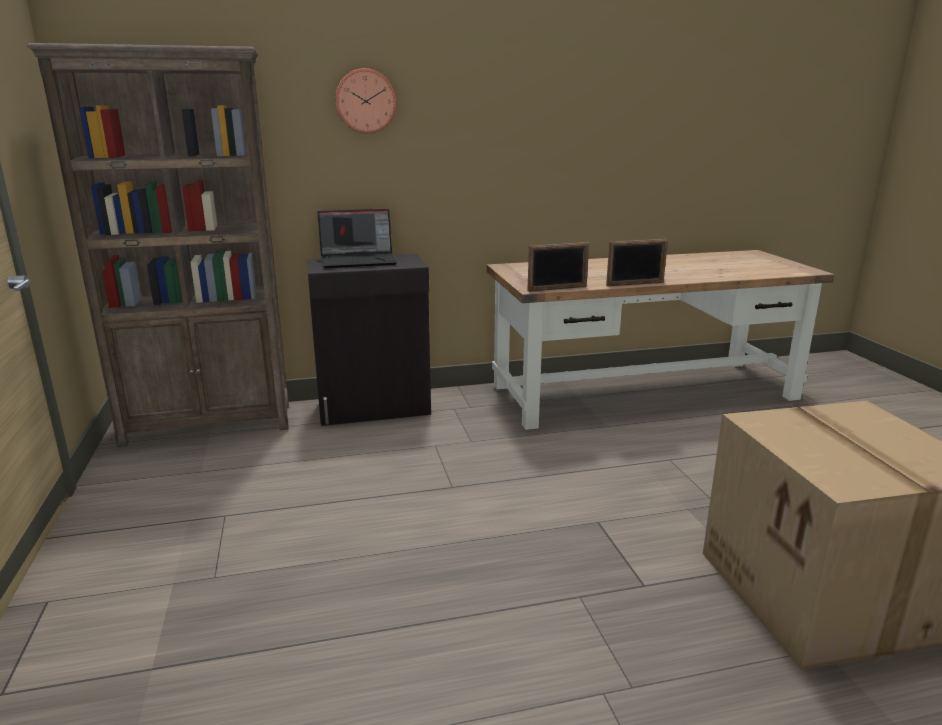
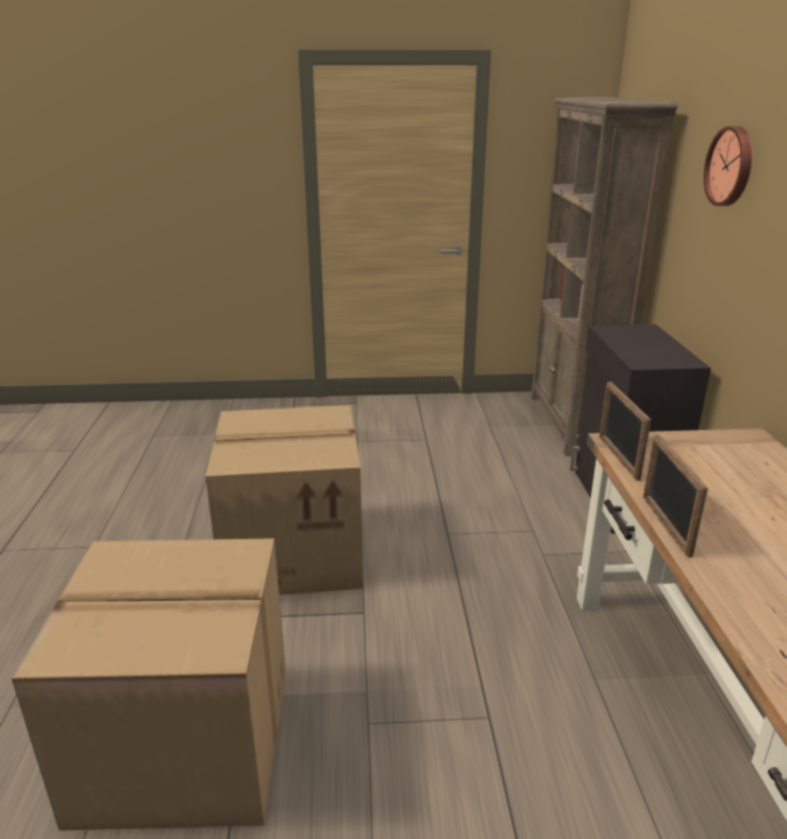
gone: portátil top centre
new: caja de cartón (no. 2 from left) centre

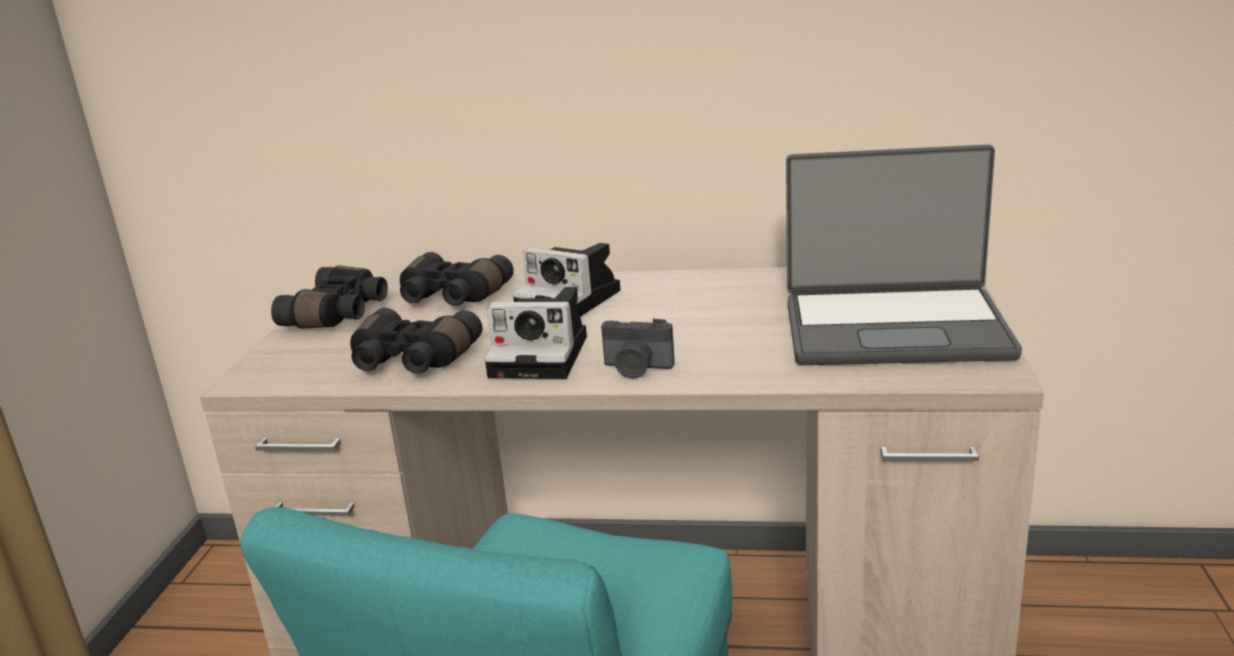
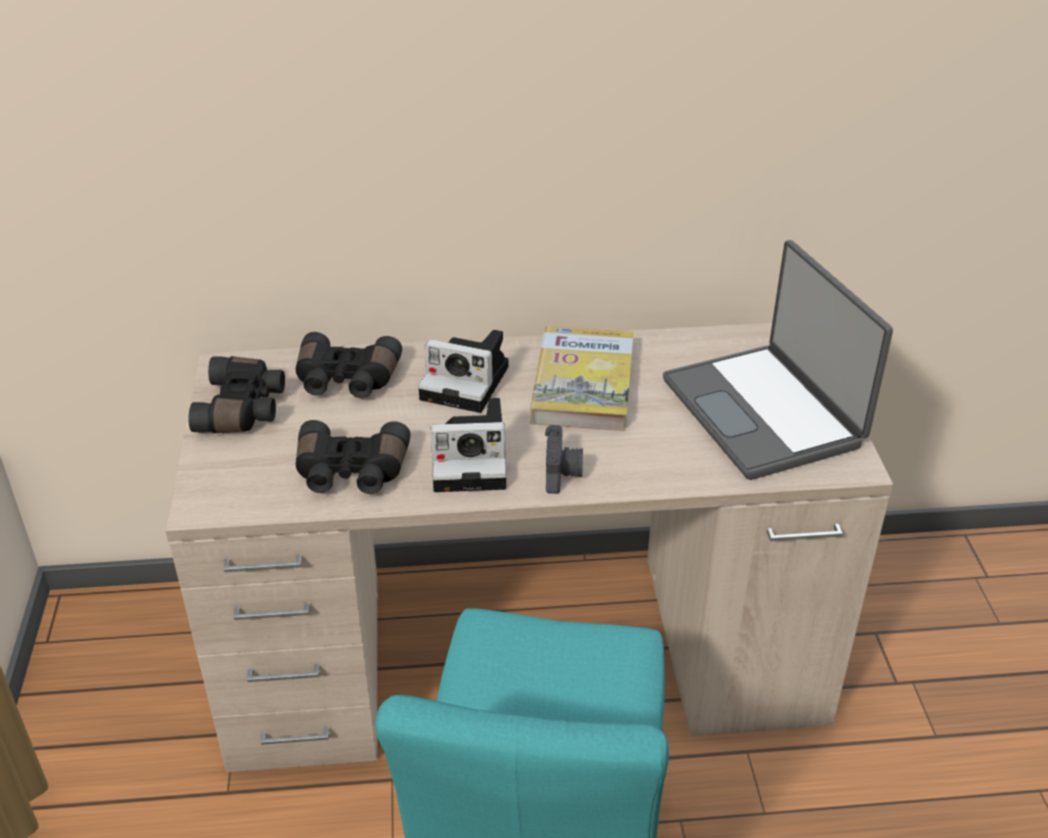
new: libro centre
rotated: portátil middle right = middle right 75 degrees clockwise; cámara (no. 3 from left) centre = centre 90 degrees counterclockwise

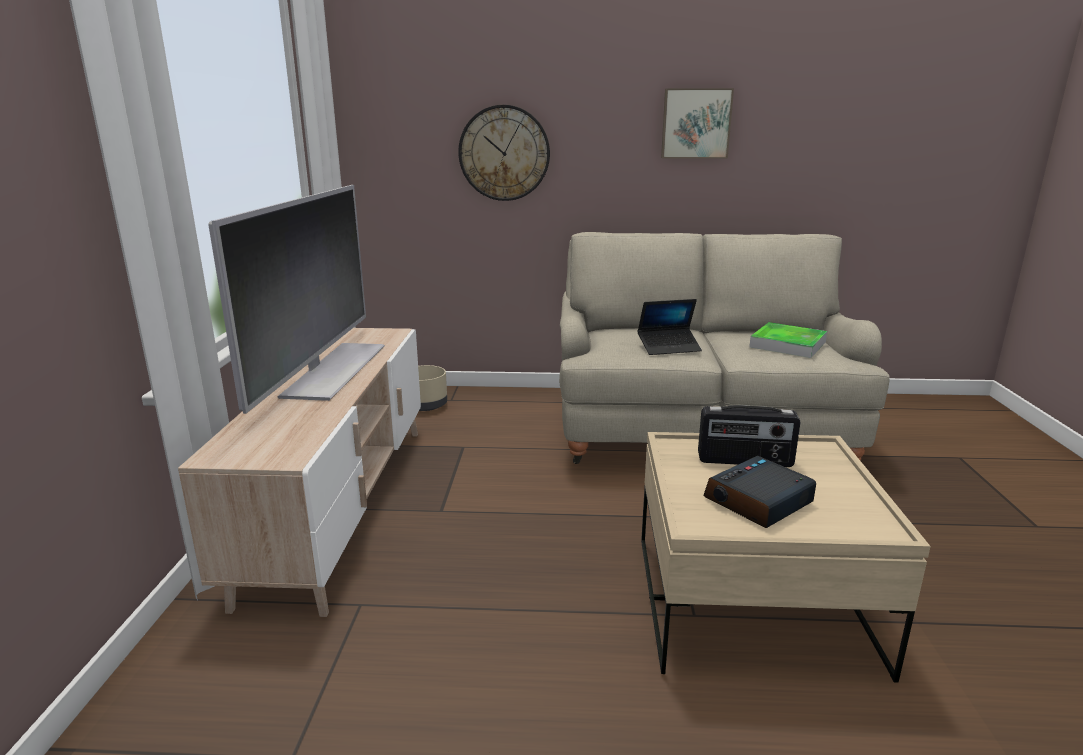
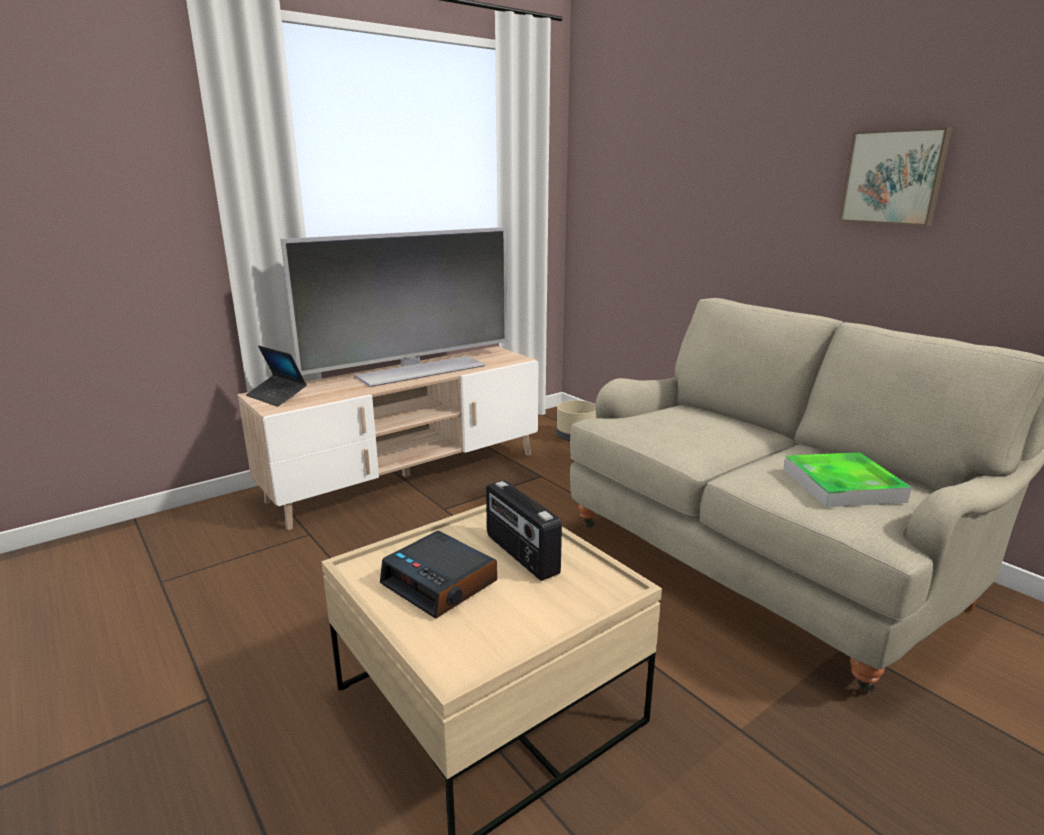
gone: reloj de pared top centre
shifted: portátil centre to middle left
rotated: despertador middle right = bottom centre 150 degrees counterclockwise

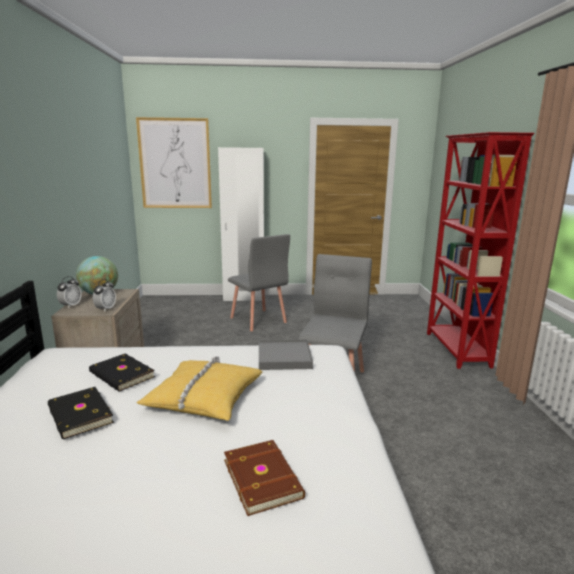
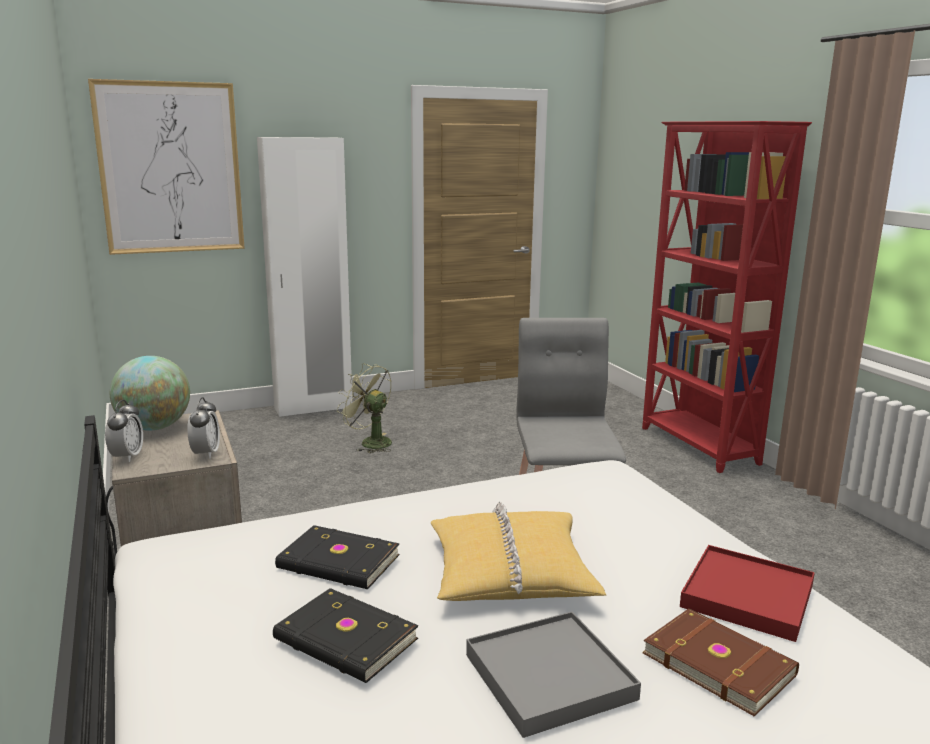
new: bandeja [rojo] bottom right
shifted: bandeja [gris] centre to bottom centre
swapped: silla [gris] (no. 1 from left) centre to ventilador [verde] centre

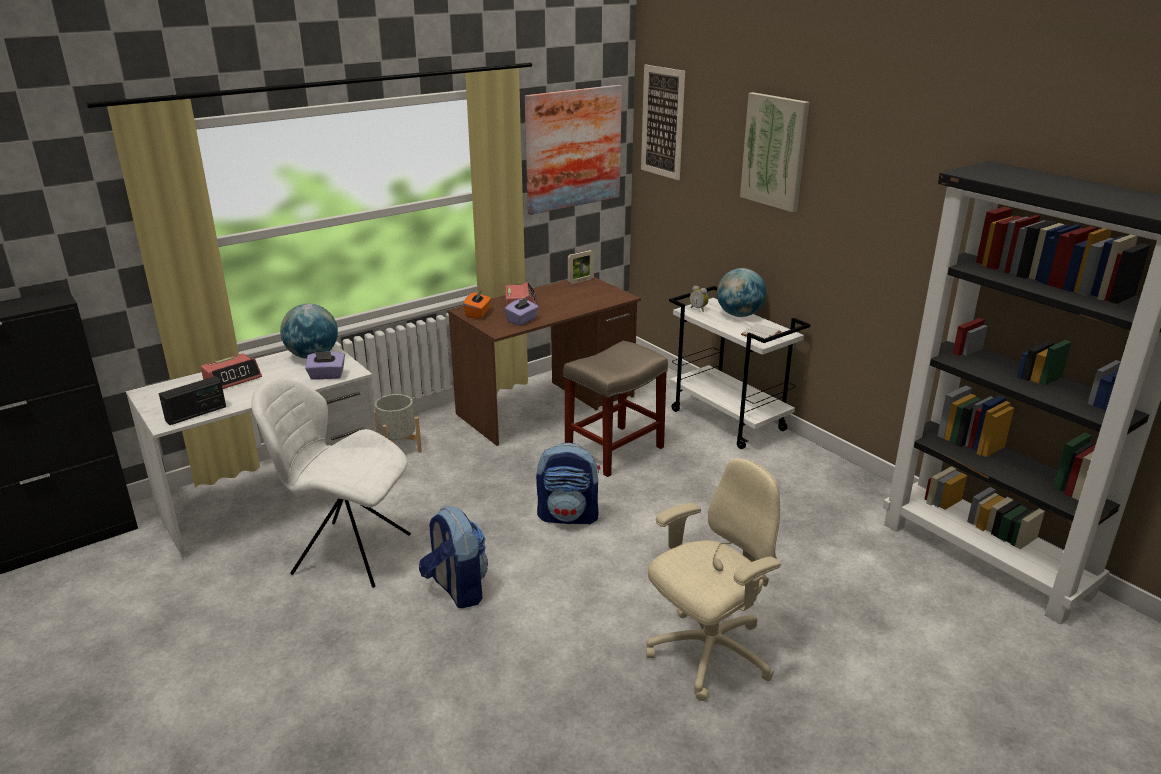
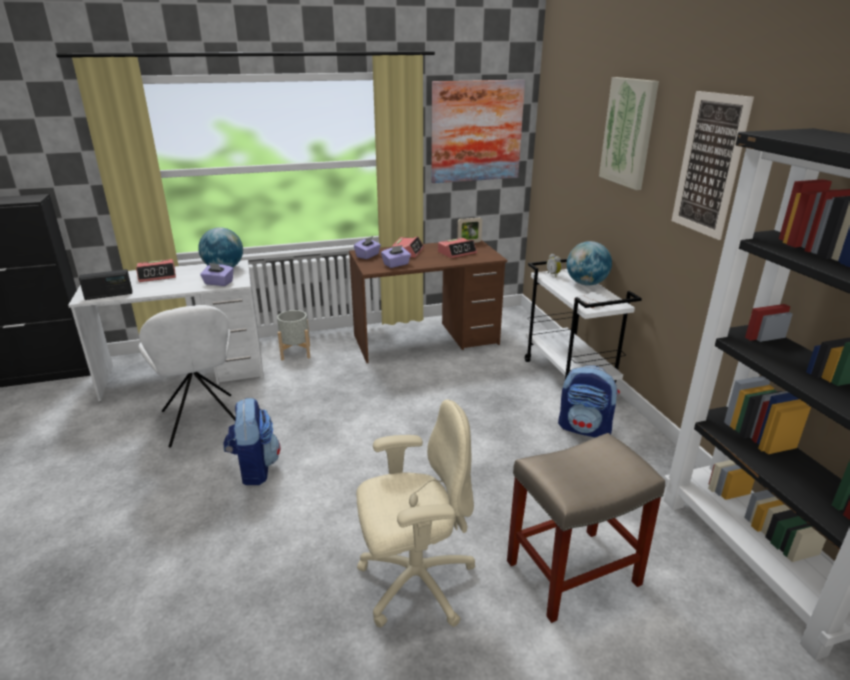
new: despertador (no. 3 from left) centre
shifted: cuadro (no. 2 from left in the first image) top centre to cuadro (no. 3 from left) top right; taburete [beis] centre to bottom right; mochila (no. 2 from left) centre to middle right
repainted: caja de pañuelos [naranja] centre to caja de pañuelos [morado] (no. 2 from left) centre
rotated: silla [blanco] middle left = middle left 150 degrees counterclockwise

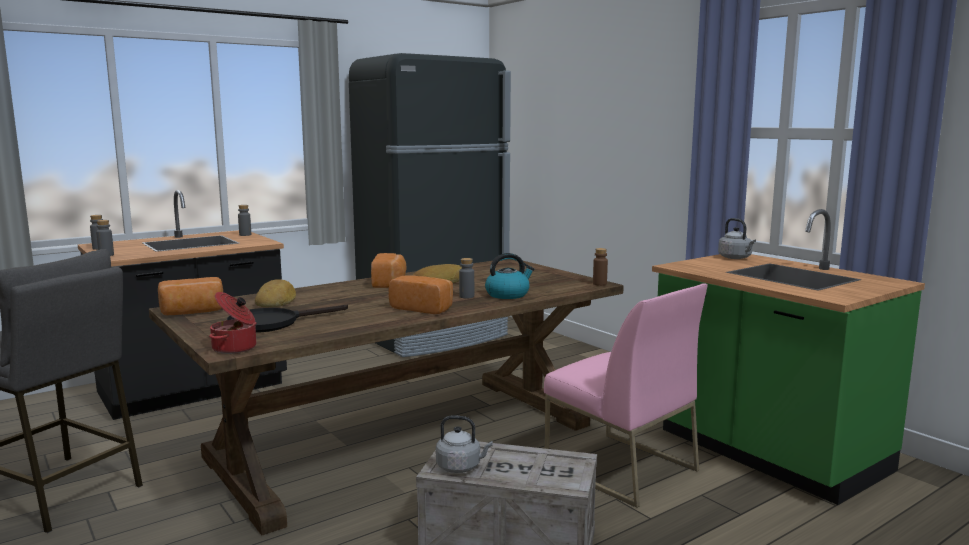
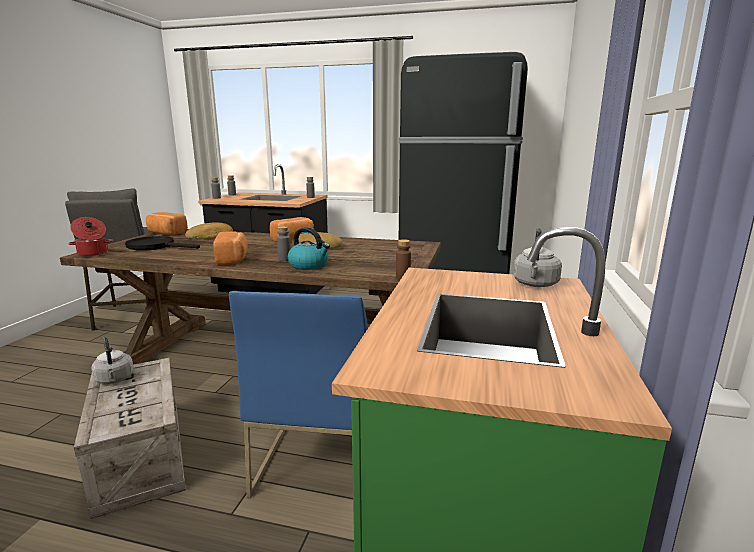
repainted: silla [rosa] bottom centre to silla [azul] bottom centre

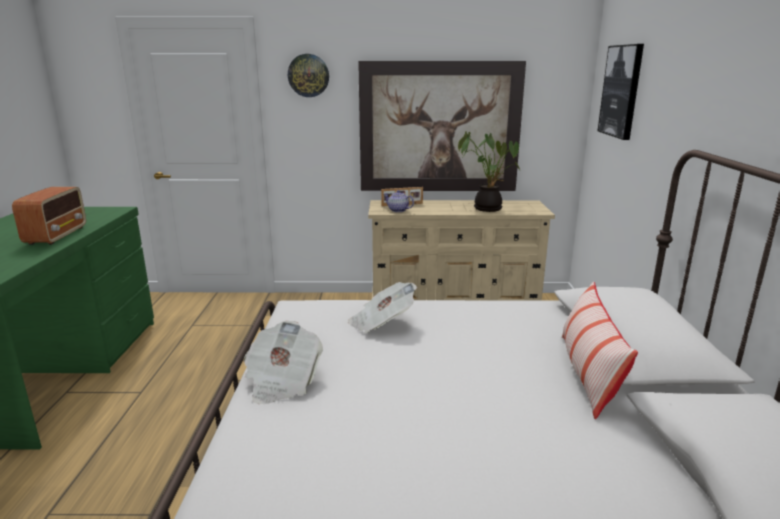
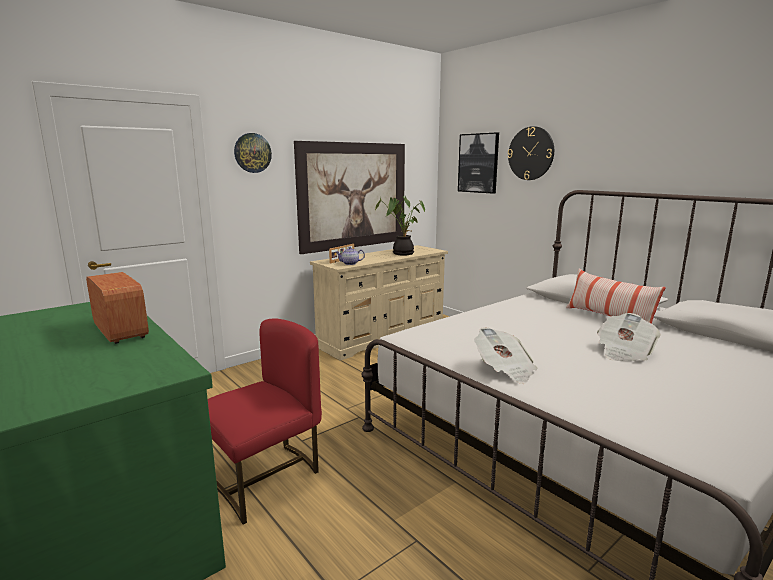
new: reloj de pared (no. 2 from left) top right; silla [rojo] bottom centre
shifted: periódico (no. 2 from left) centre to middle right

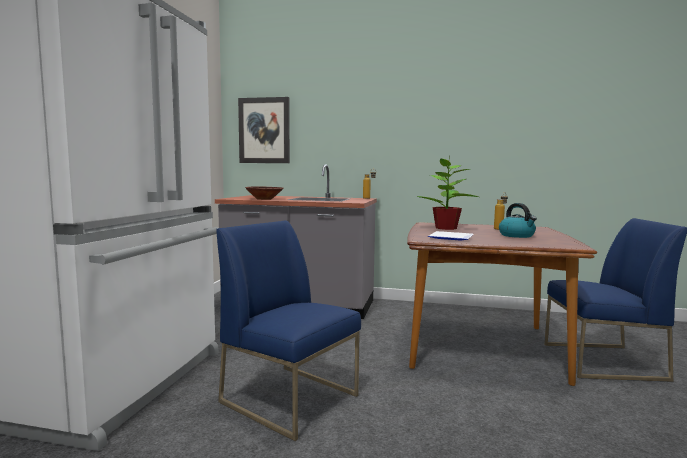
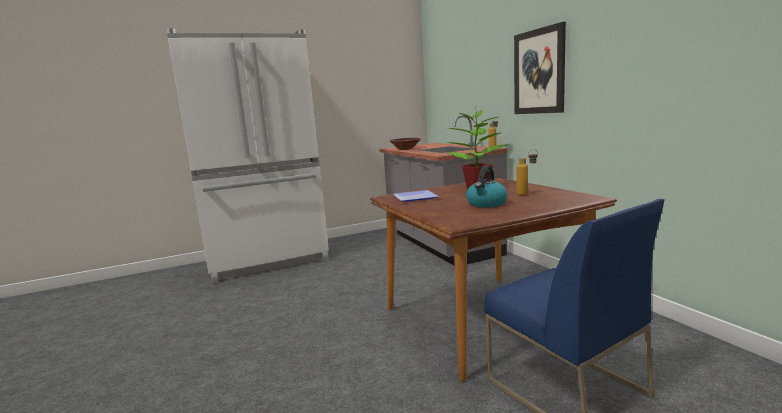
gone: silla [azul] (no. 1 from left) bottom centre
shifted: cuadro top centre to top right

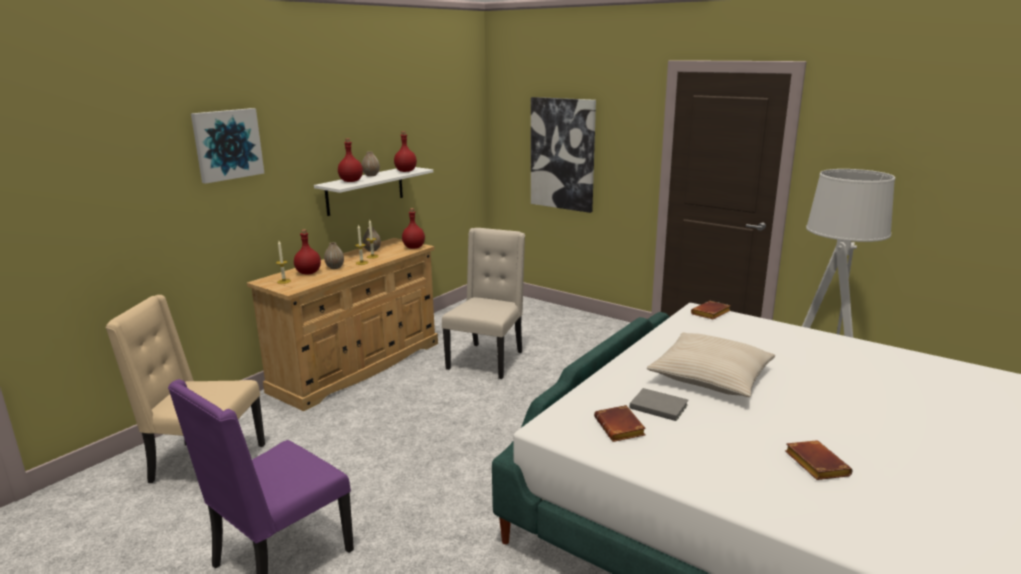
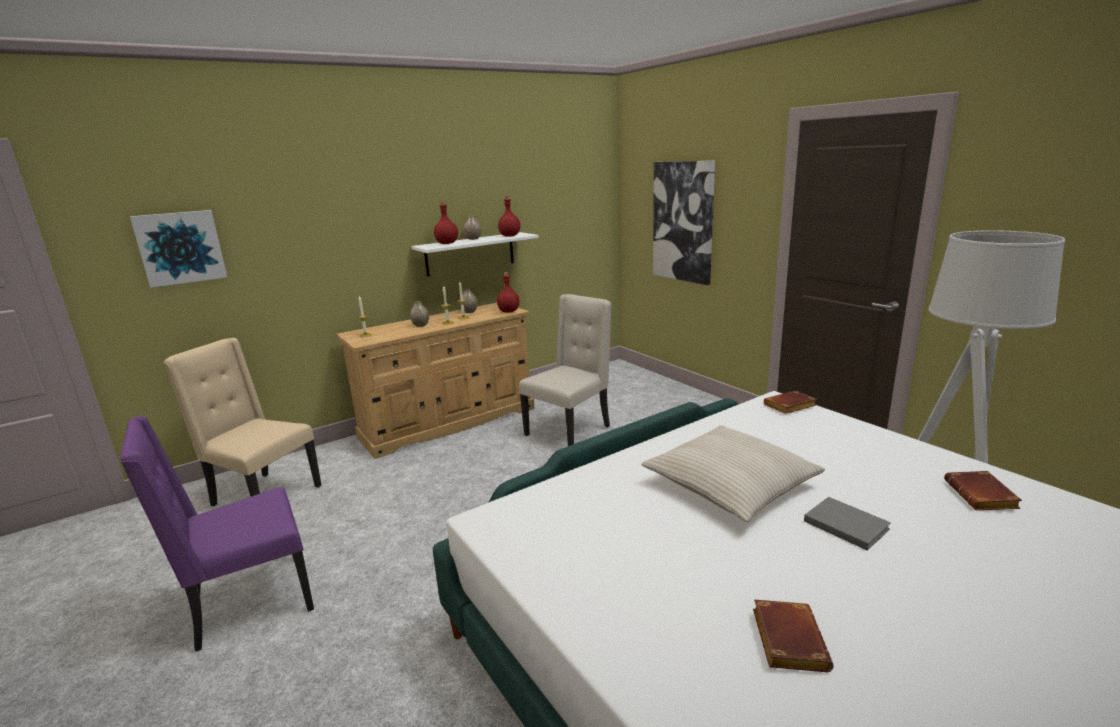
gone: botella [rojo] (no. 1 from left) middle left
shifted: cuadro (no. 1 from left) top left to middle left; libro [gris] bottom centre to bottom right; libro [marrón] (no. 1 from left in the first image) bottom centre to libro [marrón] (no. 3 from left) bottom right

